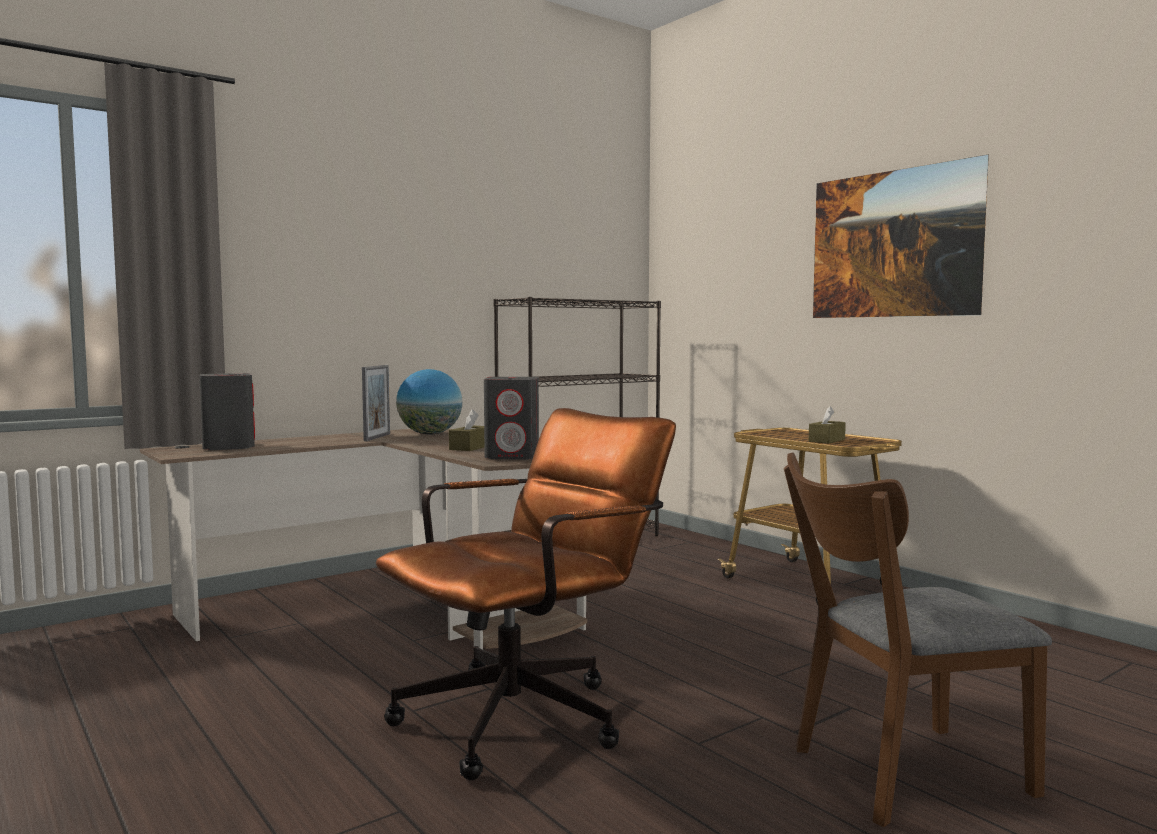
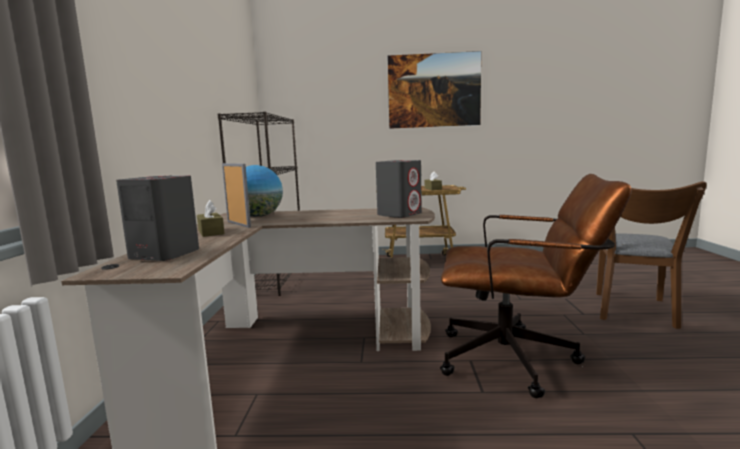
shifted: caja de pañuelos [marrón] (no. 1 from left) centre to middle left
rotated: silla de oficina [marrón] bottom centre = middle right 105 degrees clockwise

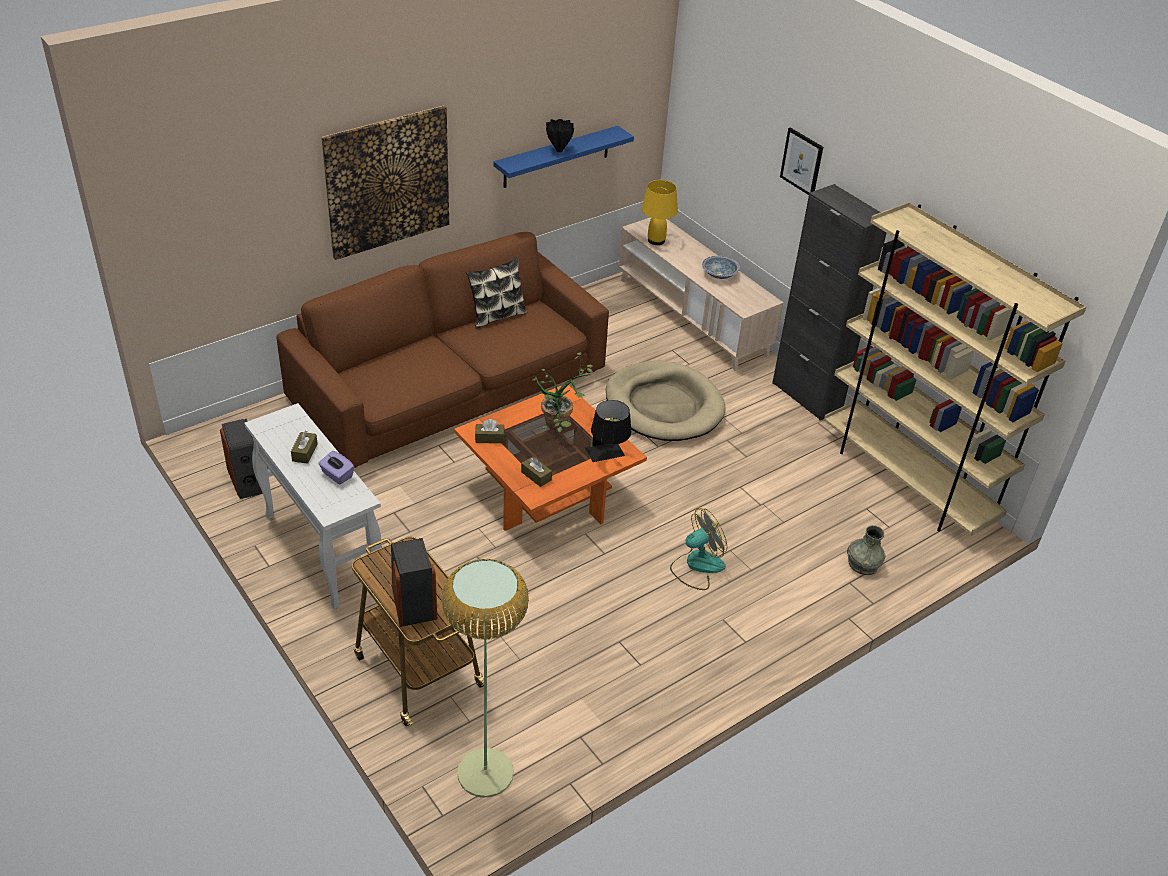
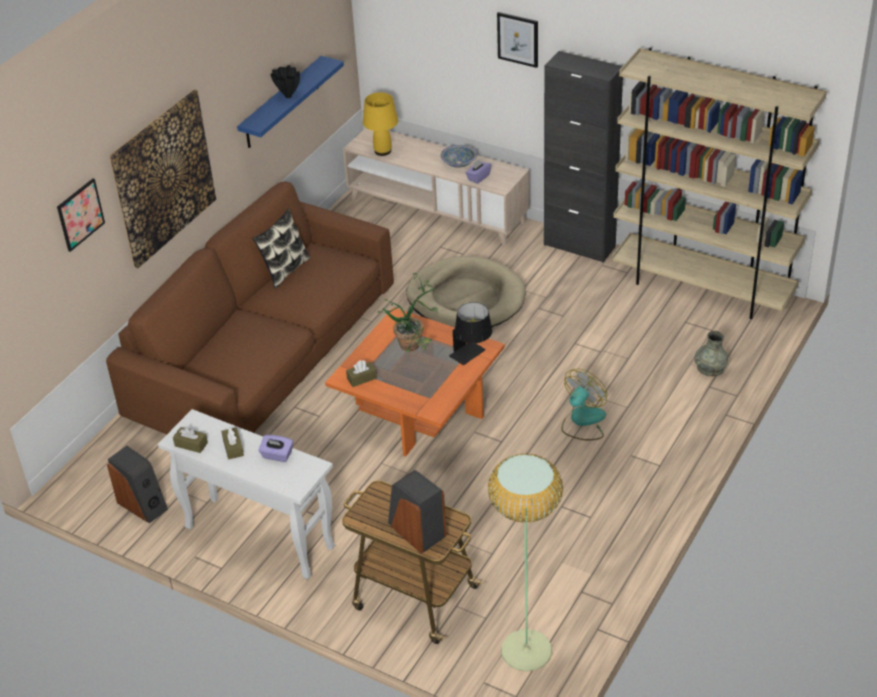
new: caja de pañuelos [morado] (no. 2 from left) top centre; cuadro (no. 1 from left) top left
shifted: caja de pañuelos [marrón] (no. 3 from left in the first image) centre to caja de pañuelos [marrón] (no. 1 from left) middle left

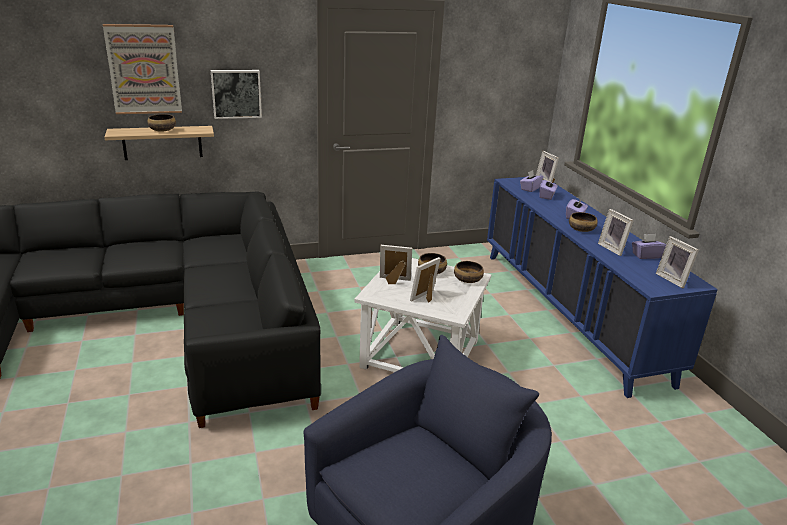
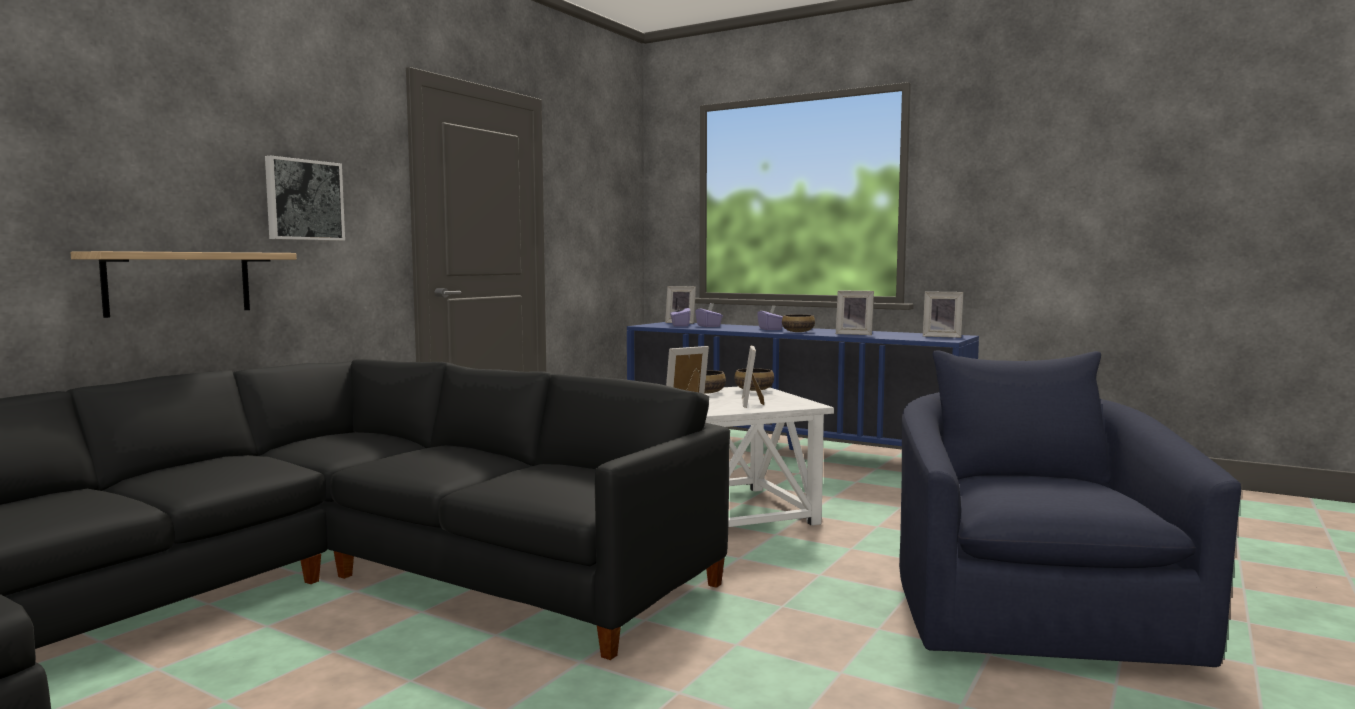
gone: cuadro (no. 1 from left) top left; cuenco (no. 1 from left) top left; caja de pañuelos [morado] (no. 4 from left) middle right

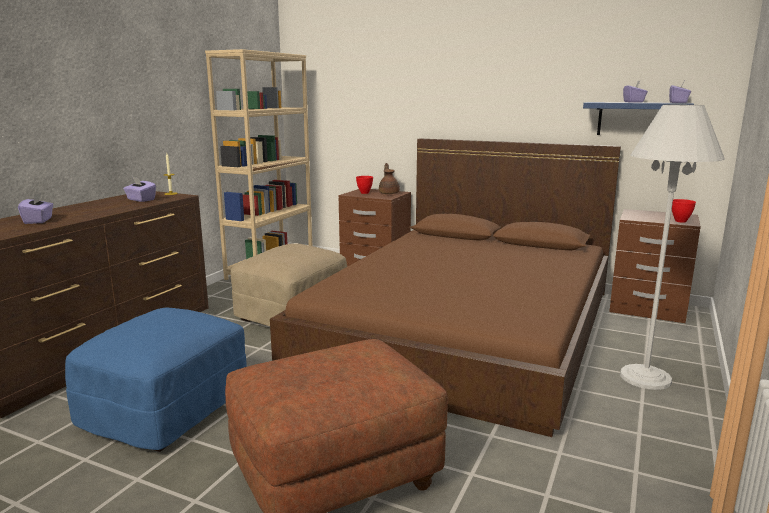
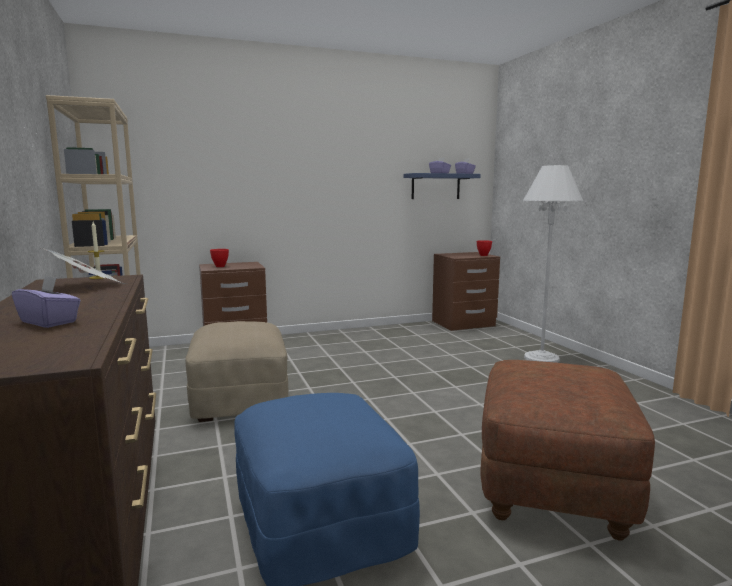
gone: cama [marrón] centre; tetera [marrón] centre
swapped: caja de pañuelos [morado] (no. 2 from left) middle left to periódico middle left

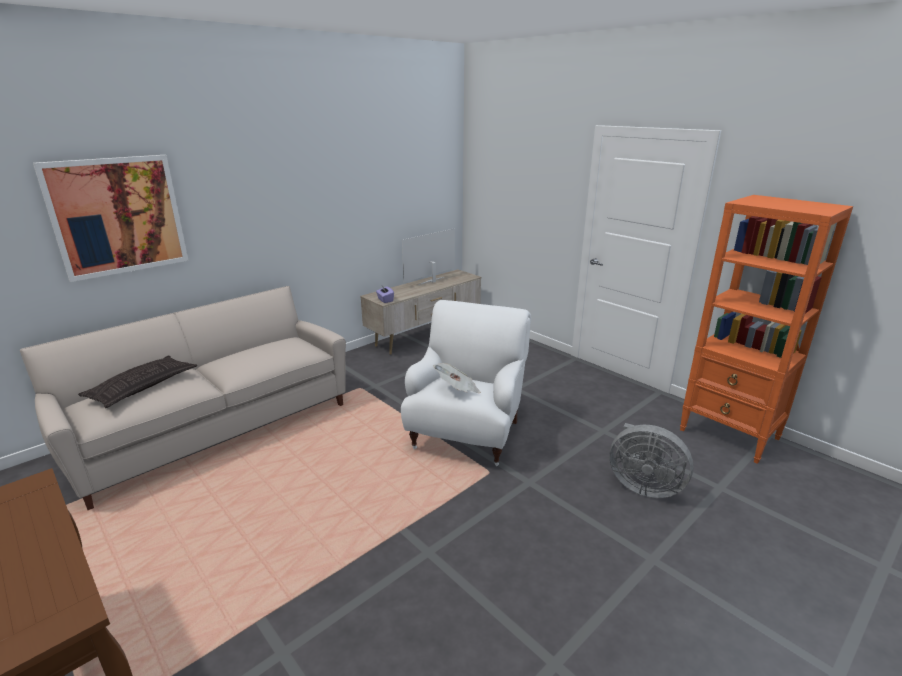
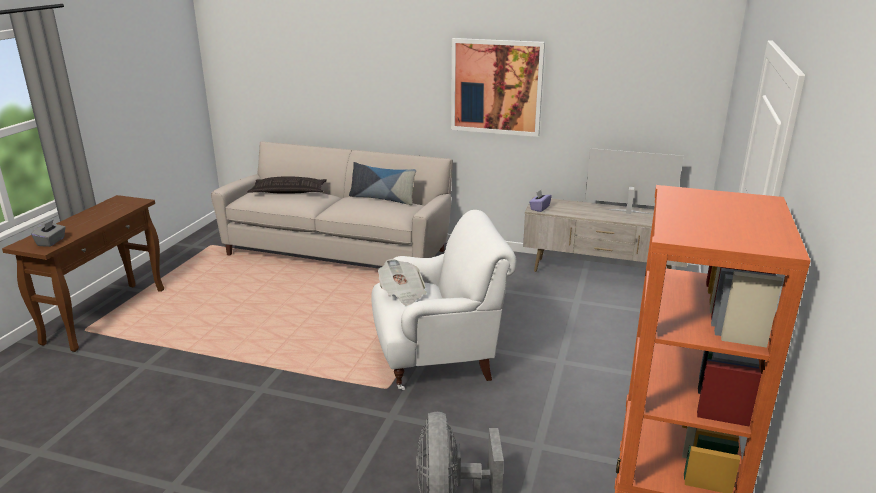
new: cojín (no. 2 from left) centre; caja de pañuelos [gris] middle left
shifted: cuadro top left to top centre

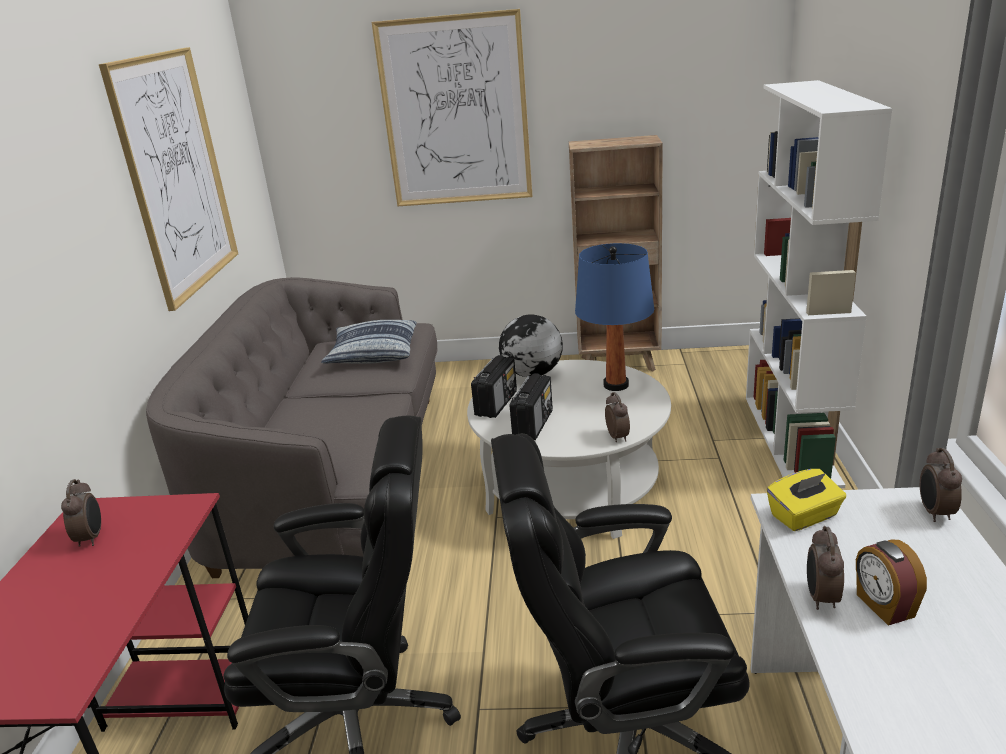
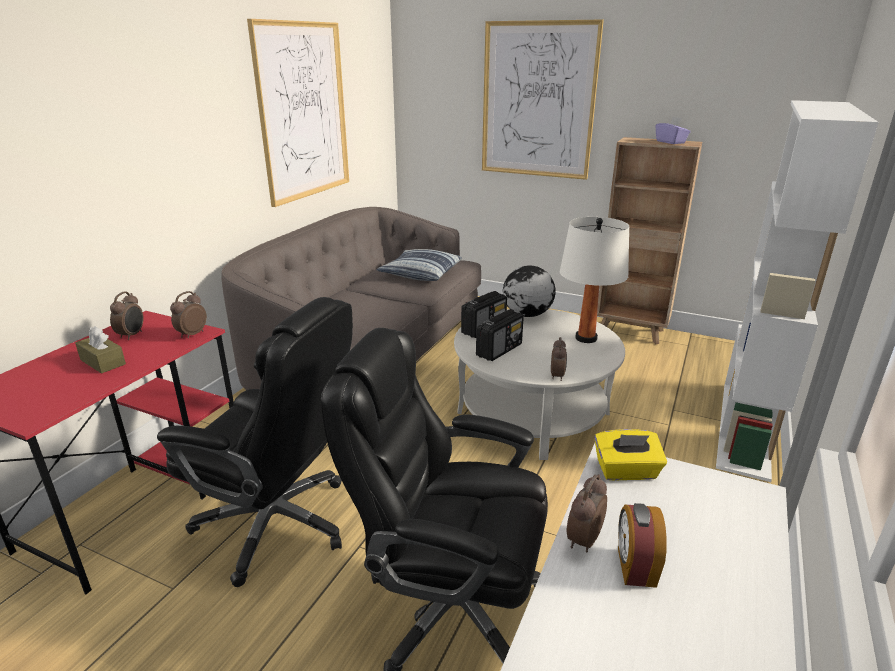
new: caja de pañuelos [morado] top right; caja de pañuelos [marrón] middle left
shifted: despertador (no. 5 from left in the first image) middle right to despertador (no. 2 from left) middle left
repainted: lámpara de mesa [azul] centre to lámpara de mesa [blanco] centre

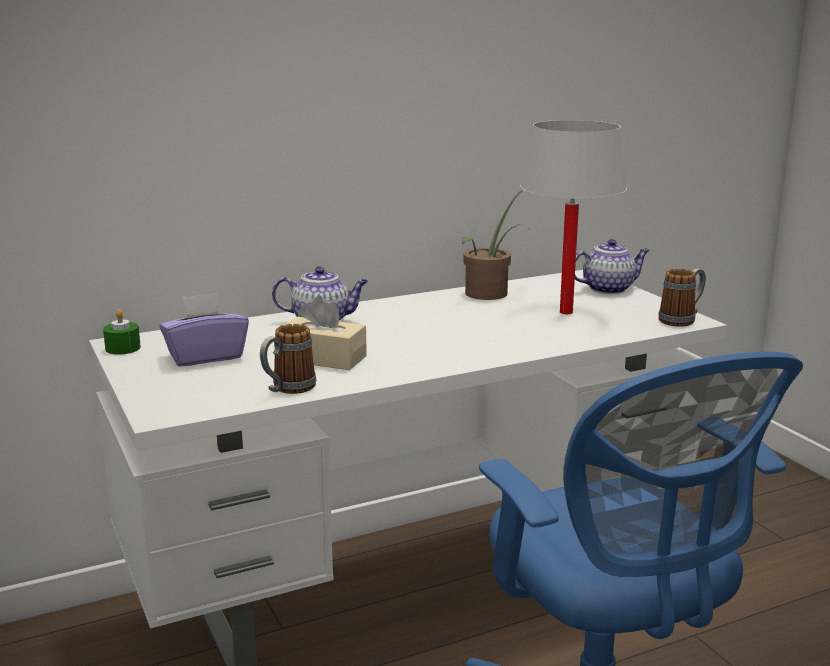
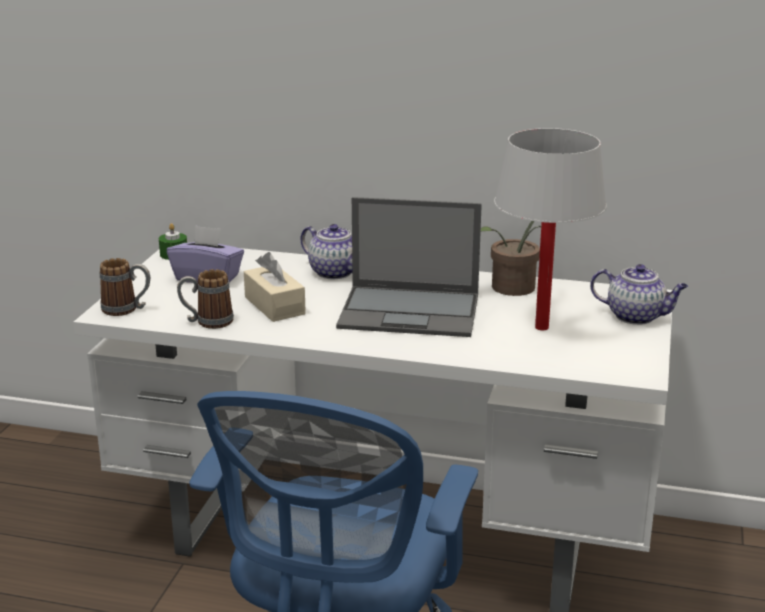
new: portátil centre
shifted: taza grande (no. 2 from left in the first image) middle right to taza grande (no. 1 from left) middle left

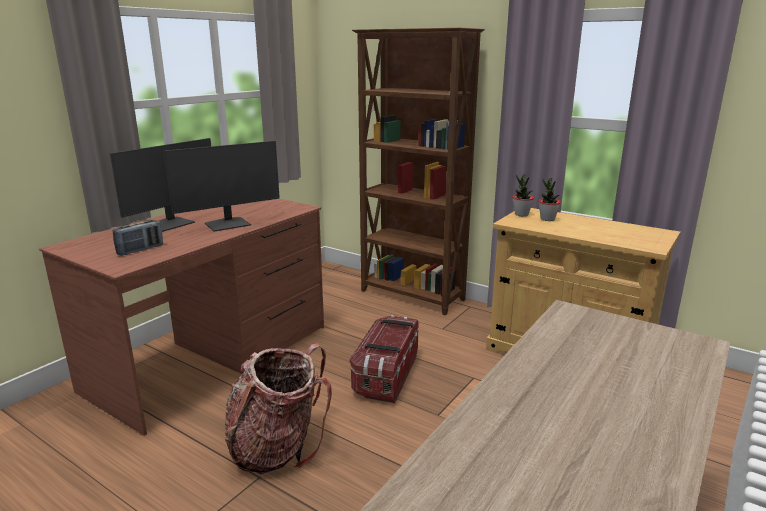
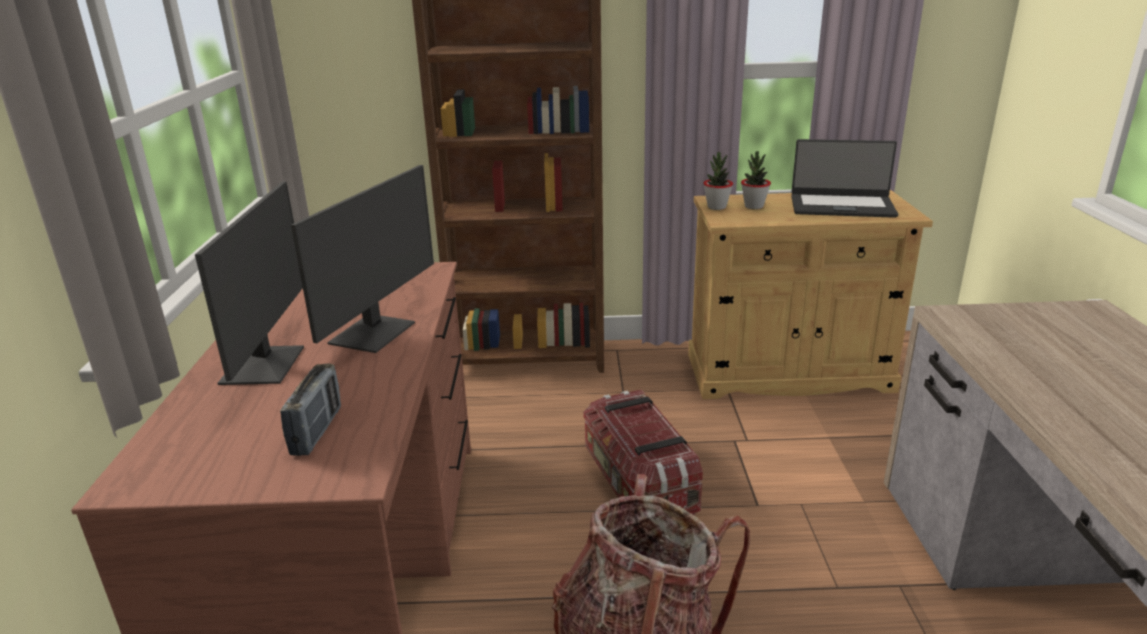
new: portátil top right

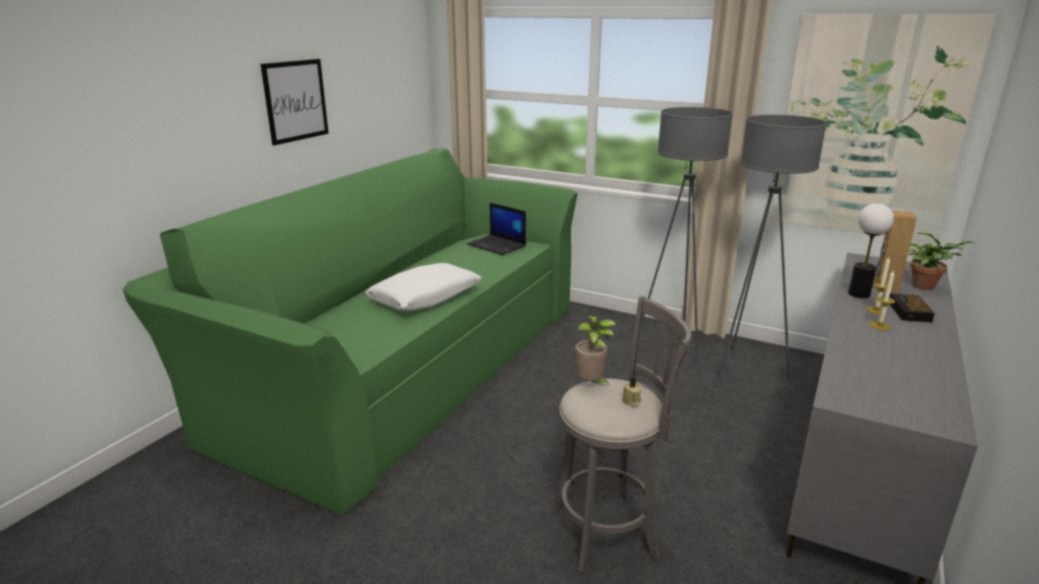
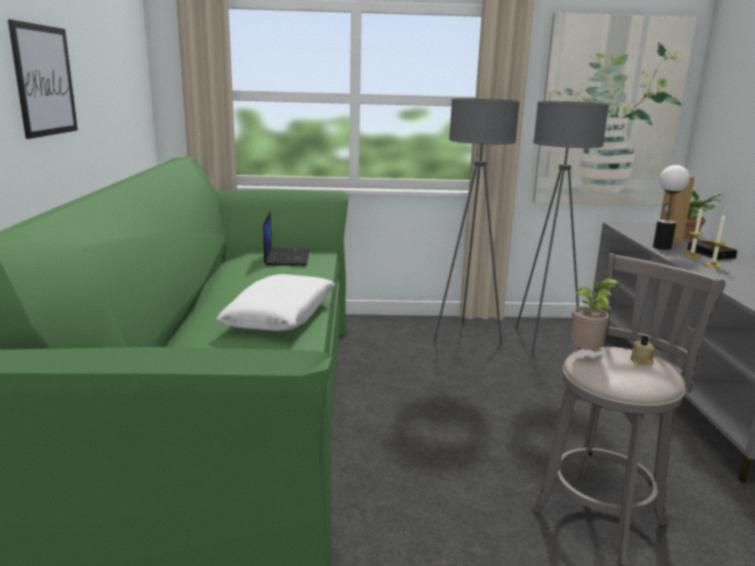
rotated: portátil centre = centre 105 degrees counterclockwise

